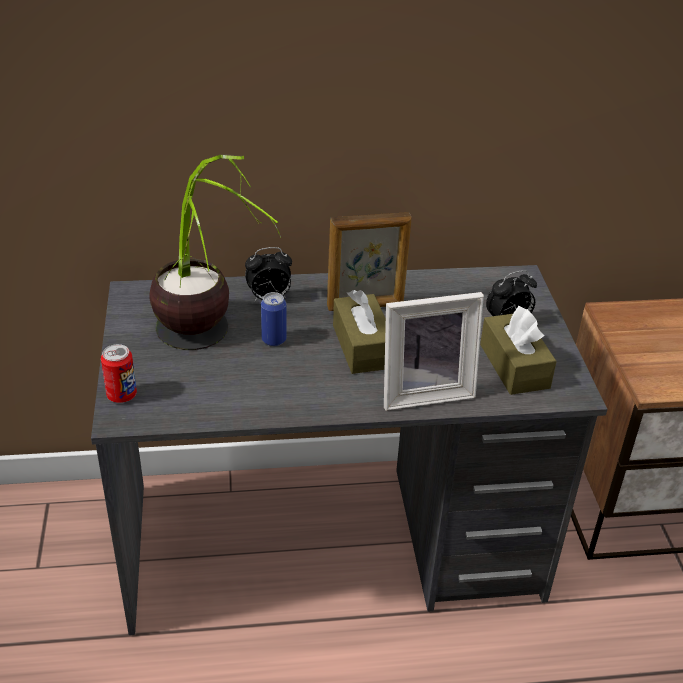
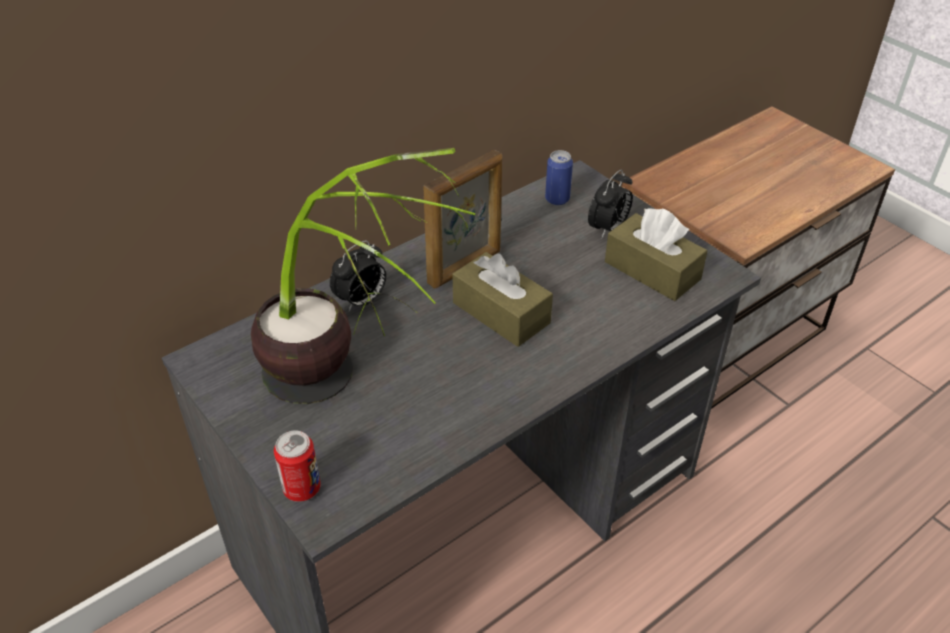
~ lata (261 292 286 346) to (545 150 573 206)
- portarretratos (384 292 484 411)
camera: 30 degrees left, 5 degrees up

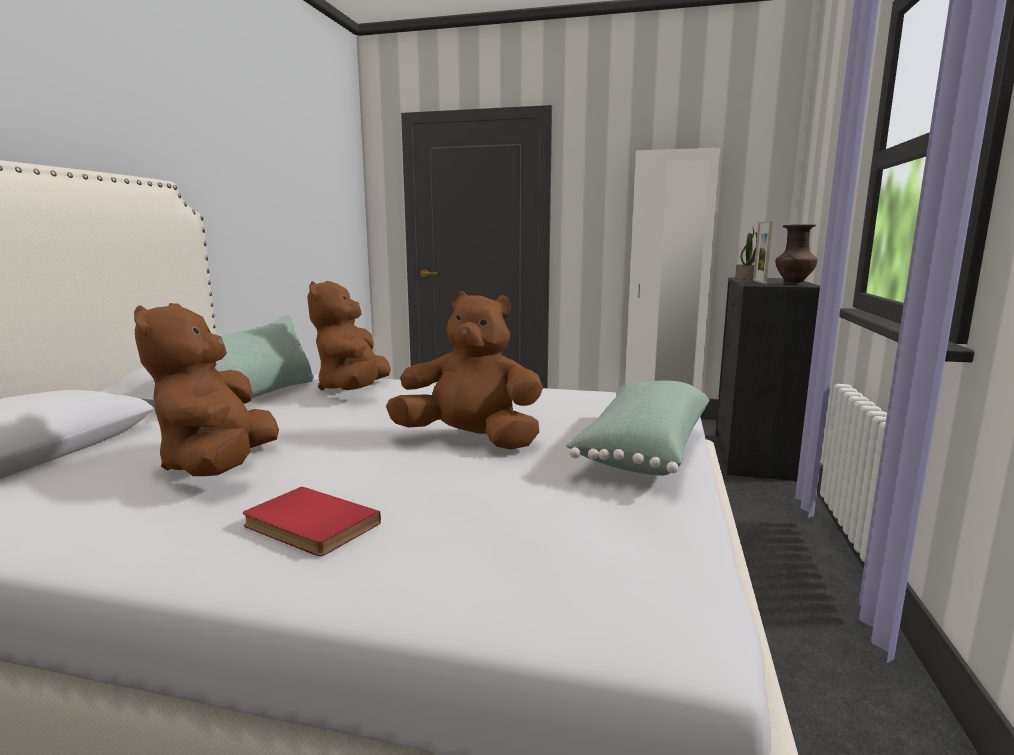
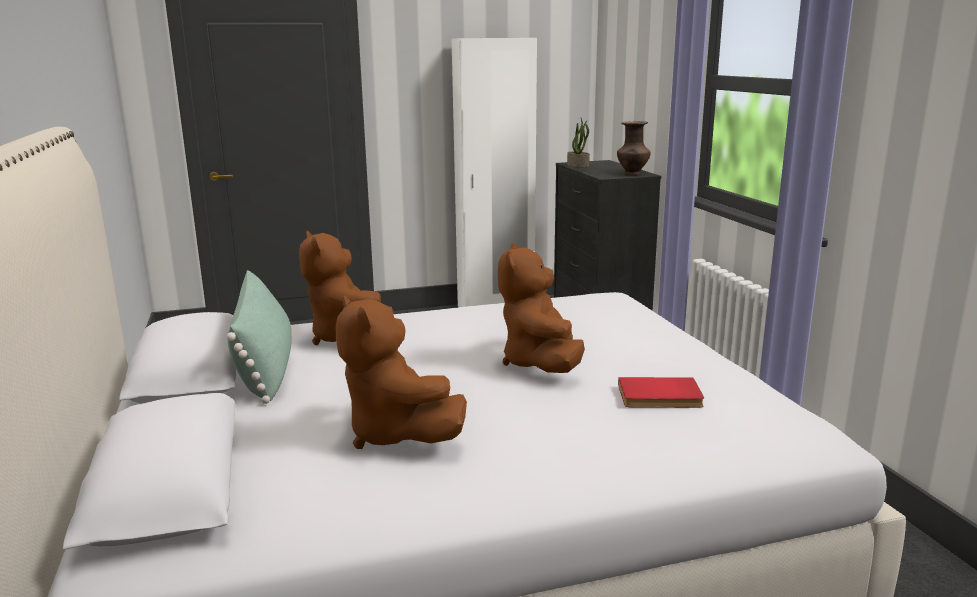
- portarretratos (753 221 773 284)
~ peluche (marrón) (386 291 543 450) = (498 243 585 373) 75 degrees counterclockwise
- cojín (verde) (566 380 709 476)
~ libro (rojo) (243 487 381 556) to (618 377 704 408)
camera: 30 degrees left, 5 degrees up

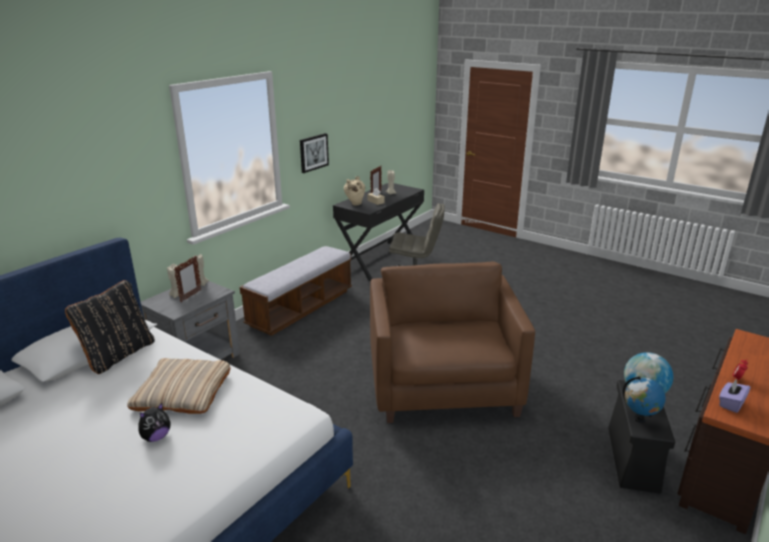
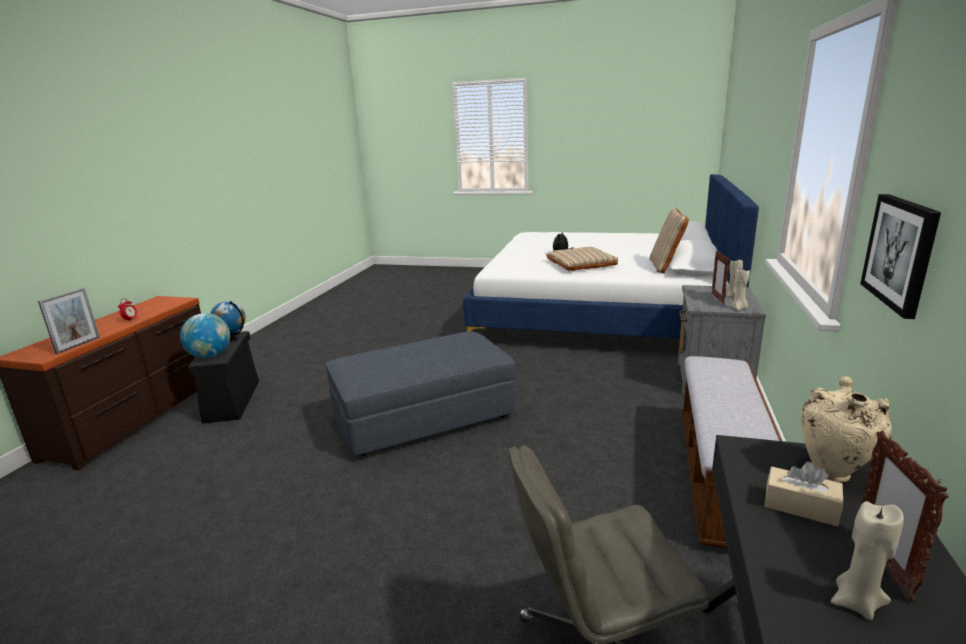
~ sillón (marrón) (370 262 535 423) to puf (gris) (326 332 516 456)
~ cojín (negro) (65 280 155 374) to cojín (beis) (650 208 689 274)
- caja de pañuelos (morado) (719 379 751 413)
+ portarretratos (38 288 100 354)
camera: 160 degrees right, 5 degrees down

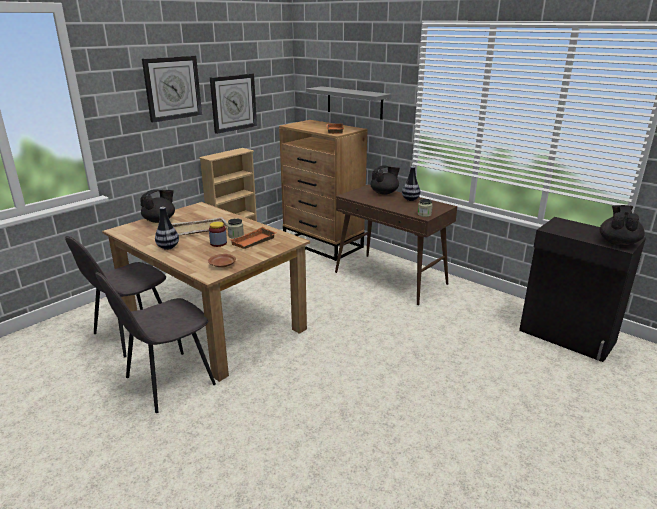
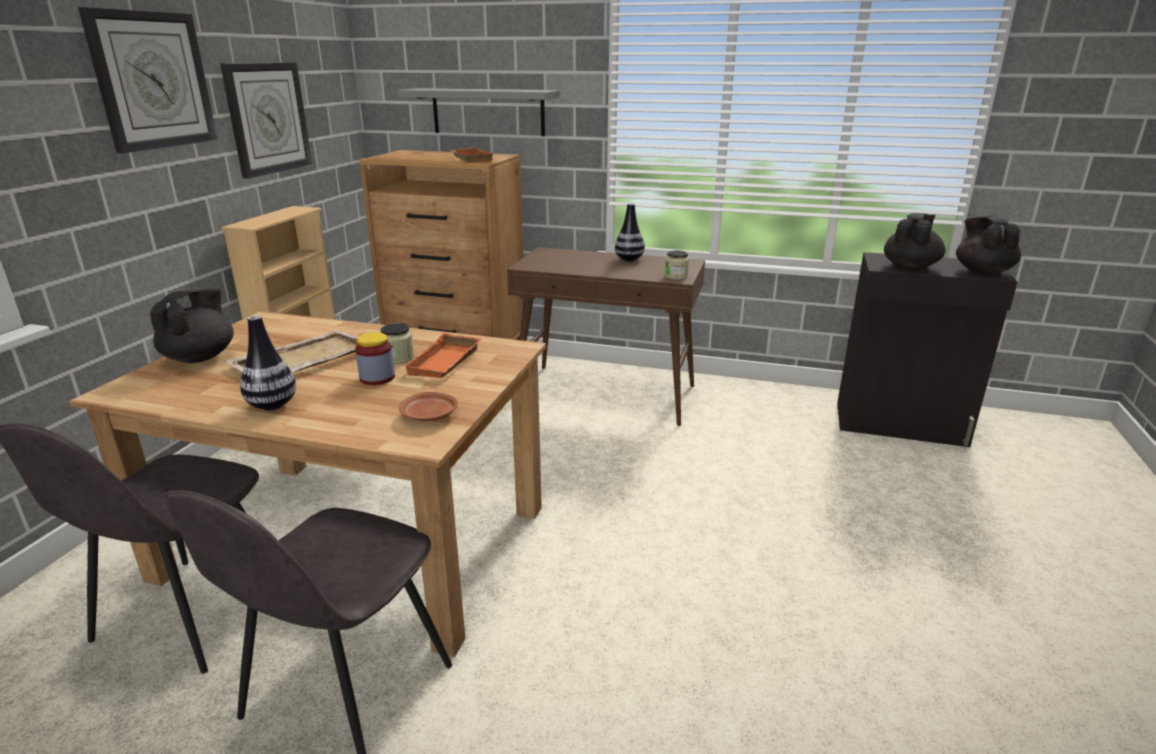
~ tetera (negro) (371 166 400 195) to (884 213 945 270)
camera: 25 degrees left, 0 degrees up

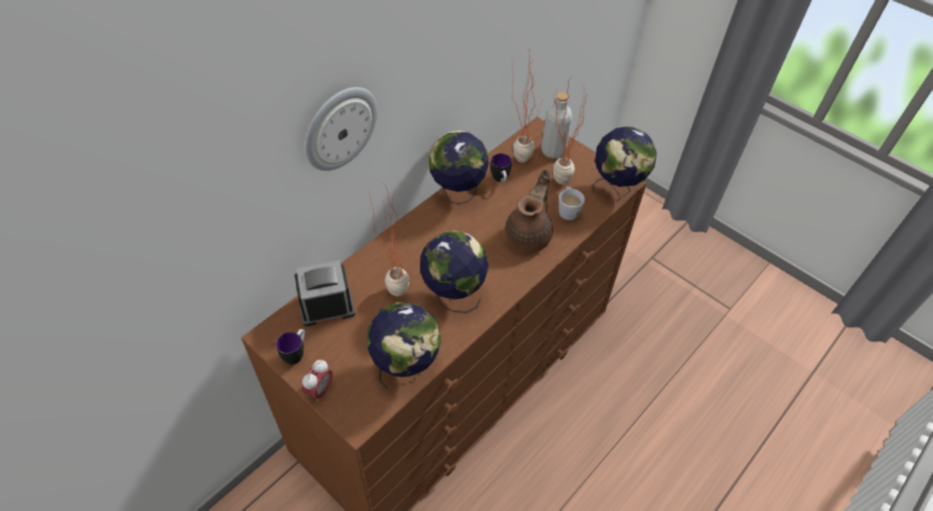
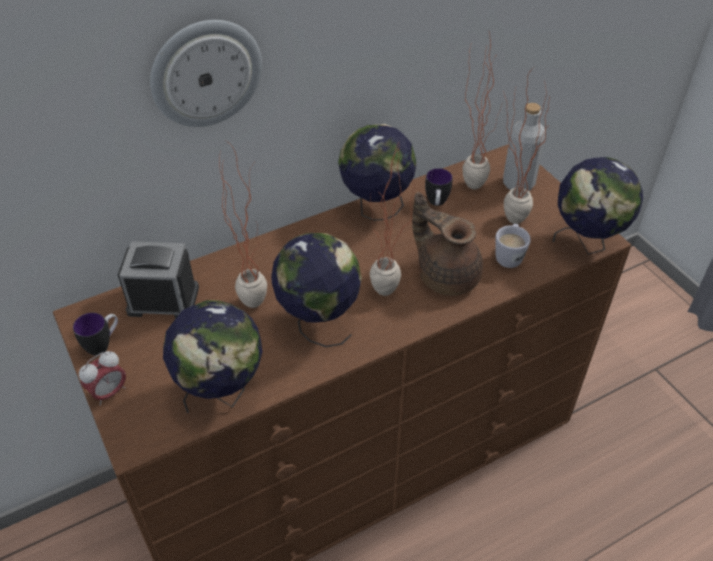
~ tetera (marrón) (505 169 553 252) = (412 192 483 295) 90 degrees counterclockwise
+ planta en maceta (370 142 414 296)
camera: 20 degrees right, 5 degrees down

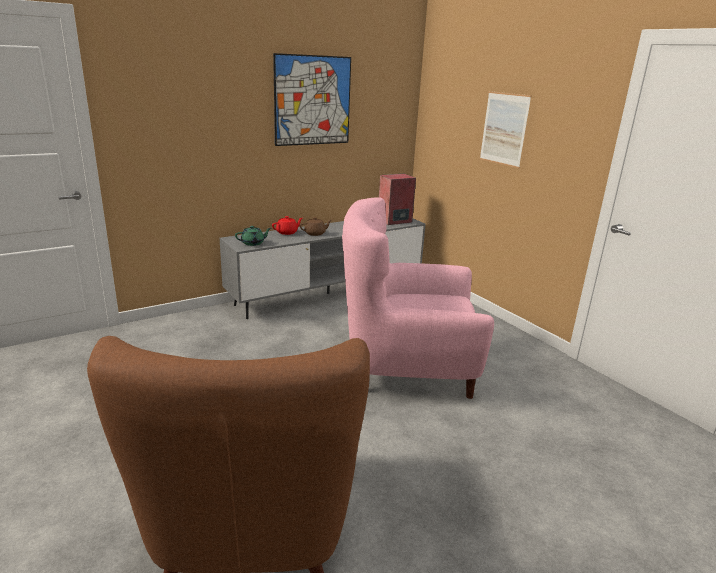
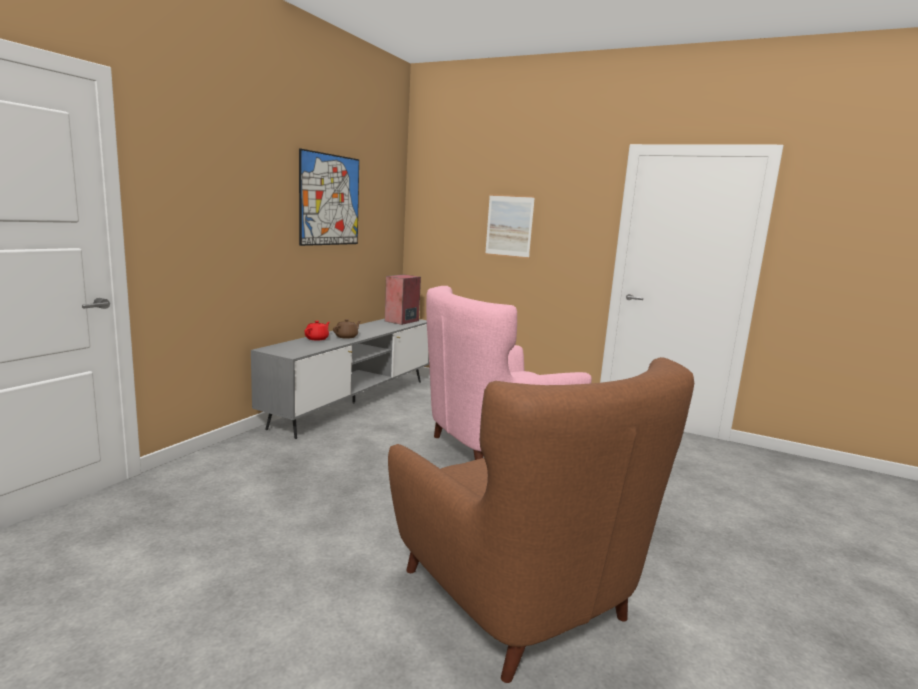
- tetera (verde) (235 226 271 246)
camera: 30 degrees left, 10 degrees down

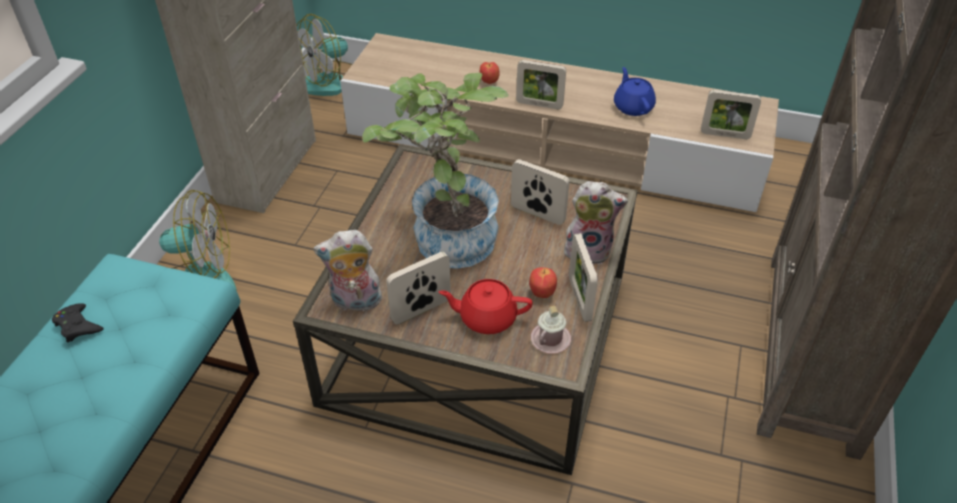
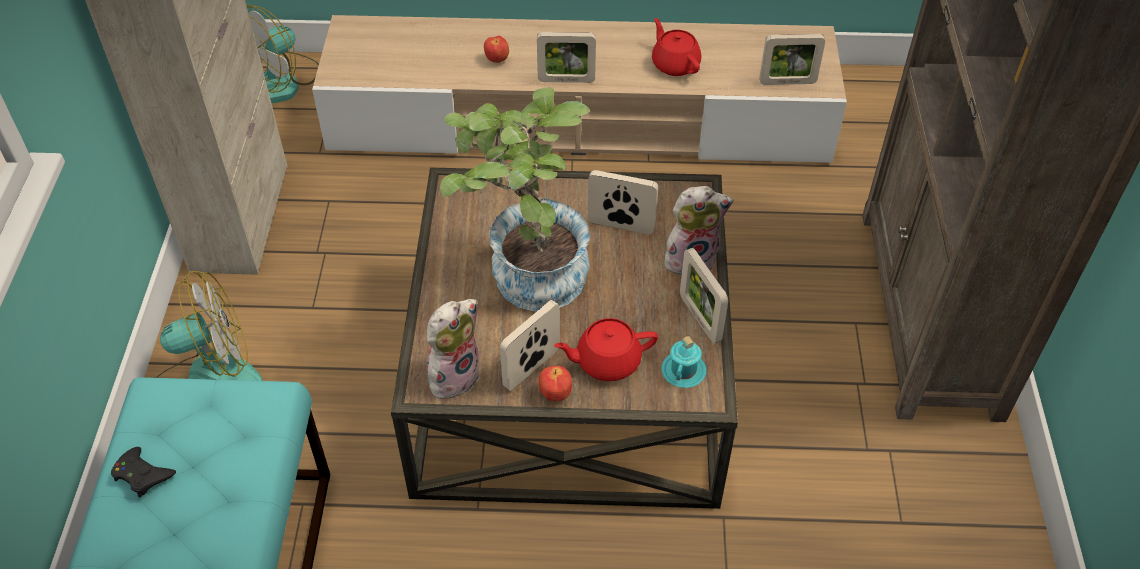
~ tetera (azul) (614 67 656 116) to tetera (rojo) (652 18 701 76)
~ peluche (313 230 382 311) = (427 299 480 400) 150 degrees clockwise
~ manzana (529 267 557 298) to (539 366 572 401)
~ taza grande (rosa) (531 306 571 354) to taza grande (turquesa) (661 336 706 388)
camera: 15 degrees left, 5 degrees up

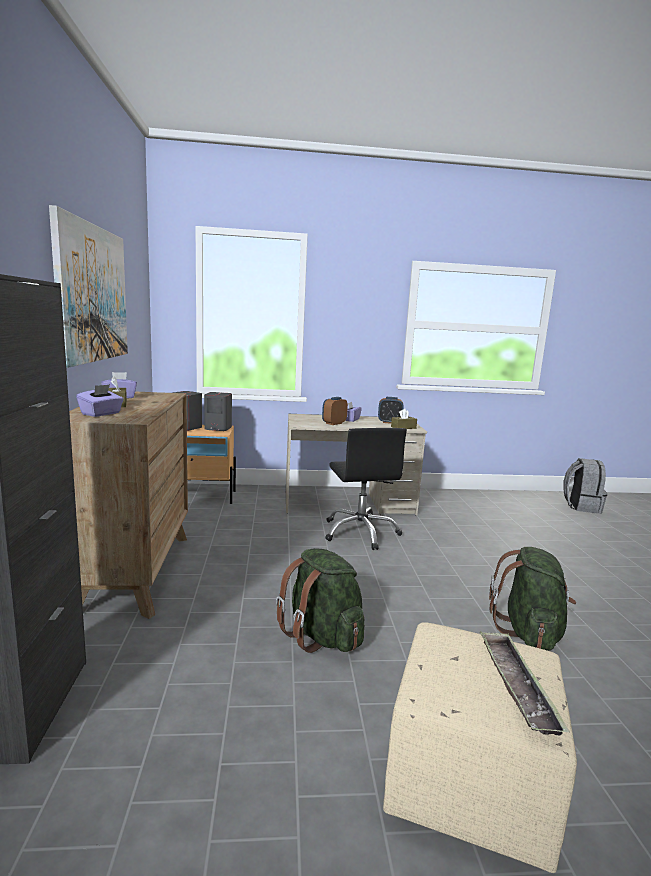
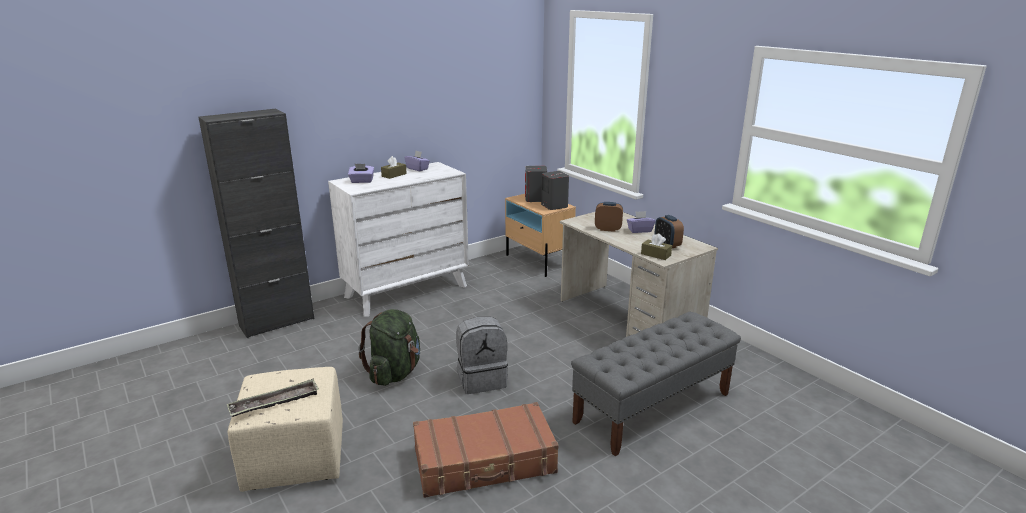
- cuadro (49 205 128 368)
~ cómoda (marrón) (69 392 188 619) to cómoda (blanco) (328 162 469 317)
- silla de oficina (negro) (325 428 407 550)
~ mochila (gris) (563 458 607 514) to (456 317 508 394)
~ mochila (verde) (489 547 576 651) to maleta (marrón) (413 402 559 498)
+ banco (gris) (571 312 741 456)
camera: 60 degrees right, 10 degrees up

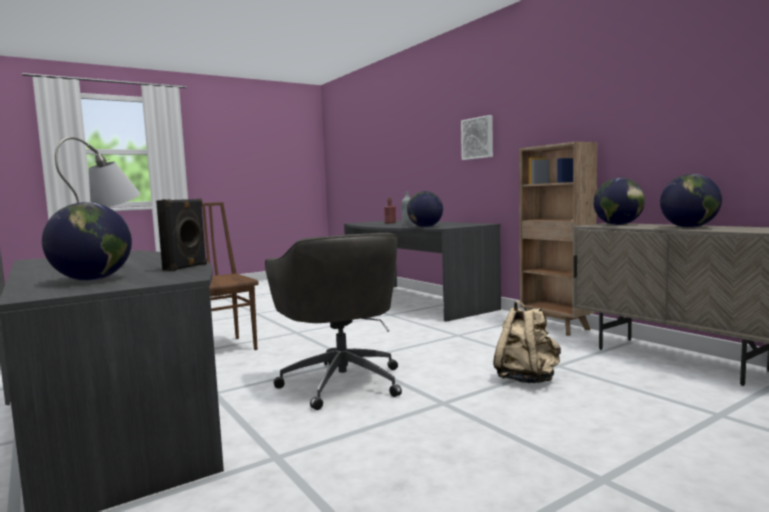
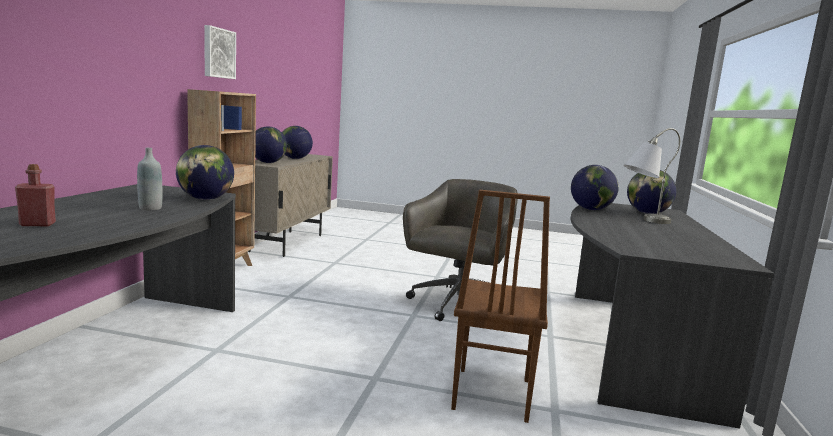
~ cuadro (461 115 493 160) to (204 25 236 79)
~ altavoz (negro) (156 198 207 271) to globo terráqueo (571 165 619 210)
- mochila (beis) (493 301 561 383)
camera: 135 degrees left, 5 degrees up

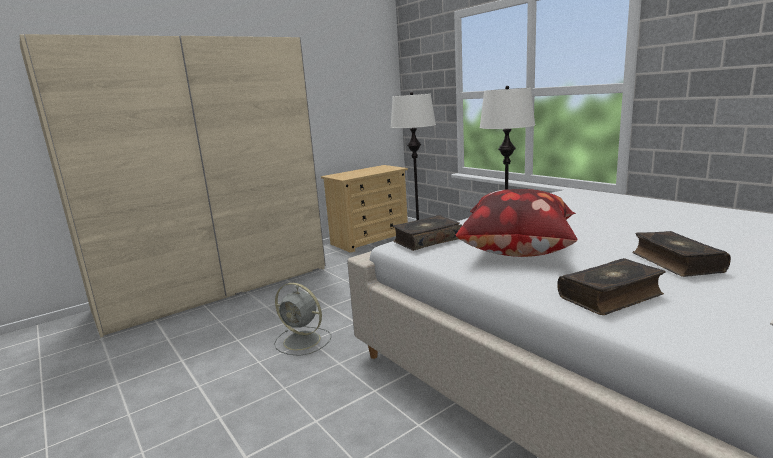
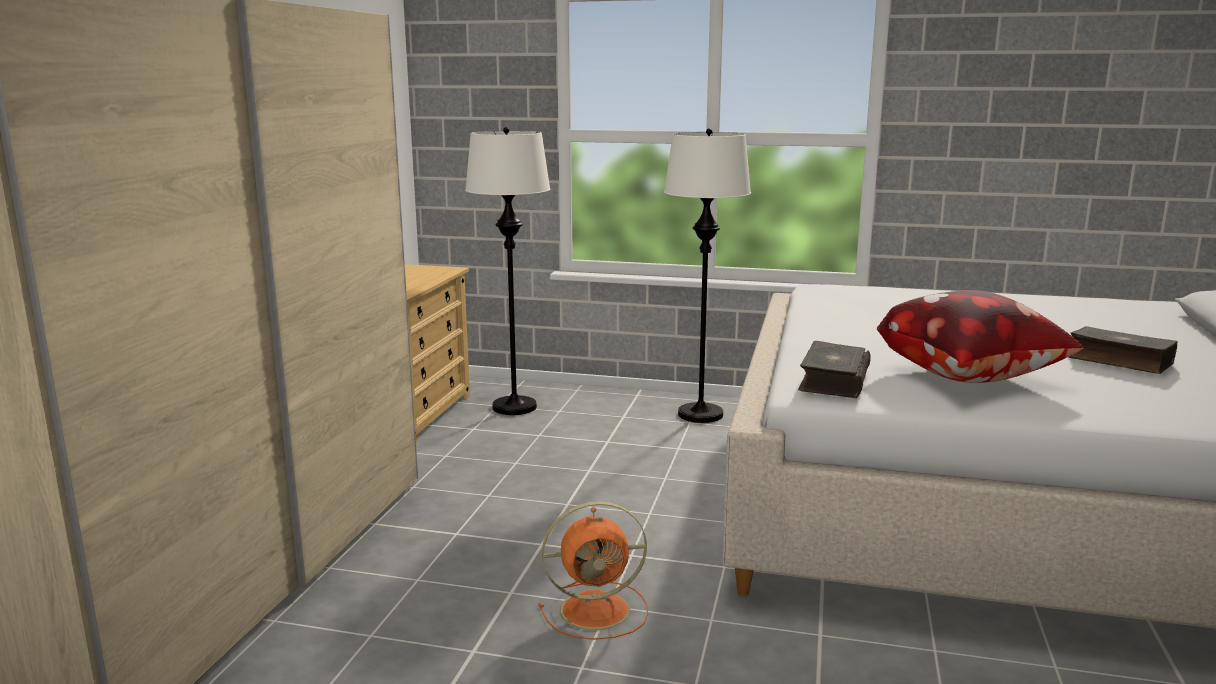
- libro (557 258 666 315)
~ ventilador (gris) (274 283 331 356) to ventilador (naranja) (539 501 648 640)
camera: 40 degrees left, 0 degrees up

